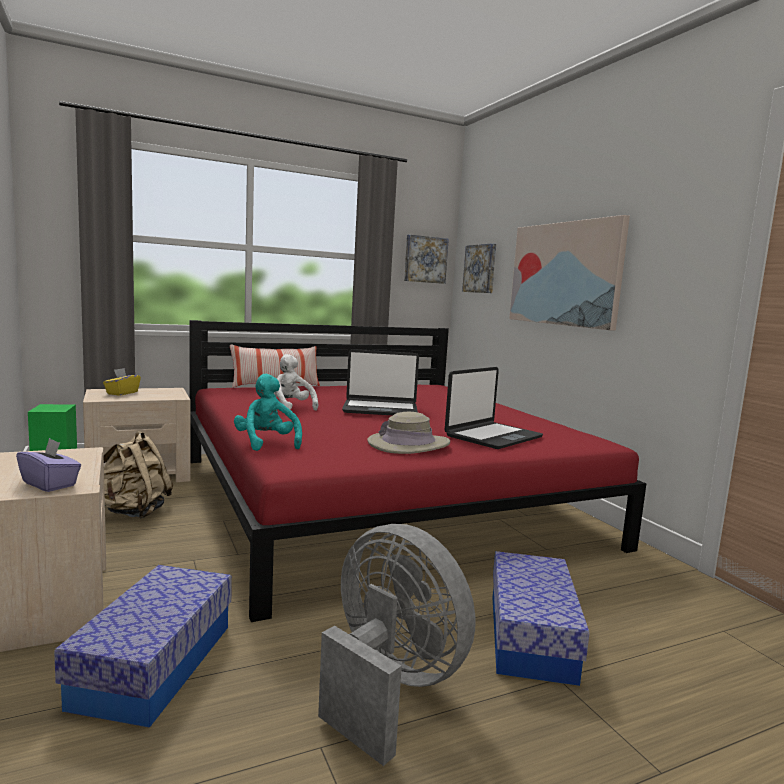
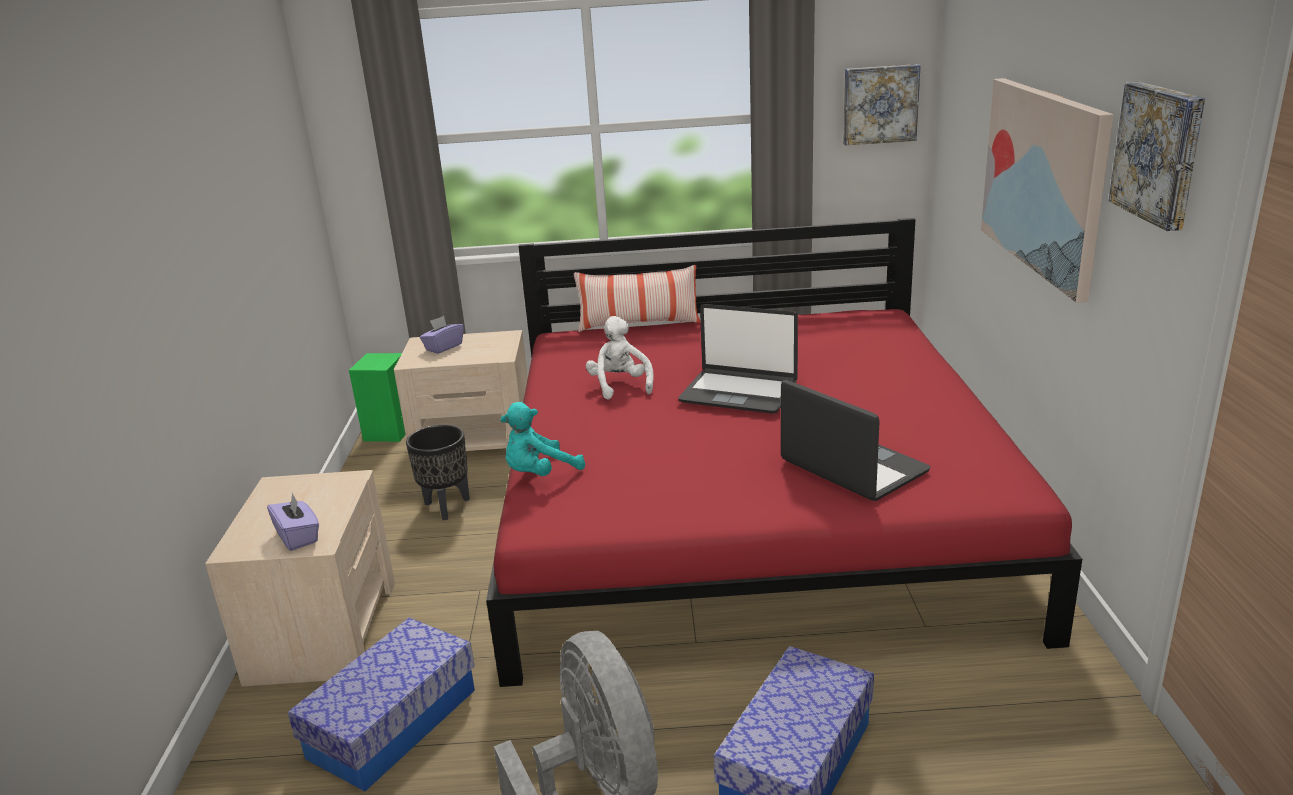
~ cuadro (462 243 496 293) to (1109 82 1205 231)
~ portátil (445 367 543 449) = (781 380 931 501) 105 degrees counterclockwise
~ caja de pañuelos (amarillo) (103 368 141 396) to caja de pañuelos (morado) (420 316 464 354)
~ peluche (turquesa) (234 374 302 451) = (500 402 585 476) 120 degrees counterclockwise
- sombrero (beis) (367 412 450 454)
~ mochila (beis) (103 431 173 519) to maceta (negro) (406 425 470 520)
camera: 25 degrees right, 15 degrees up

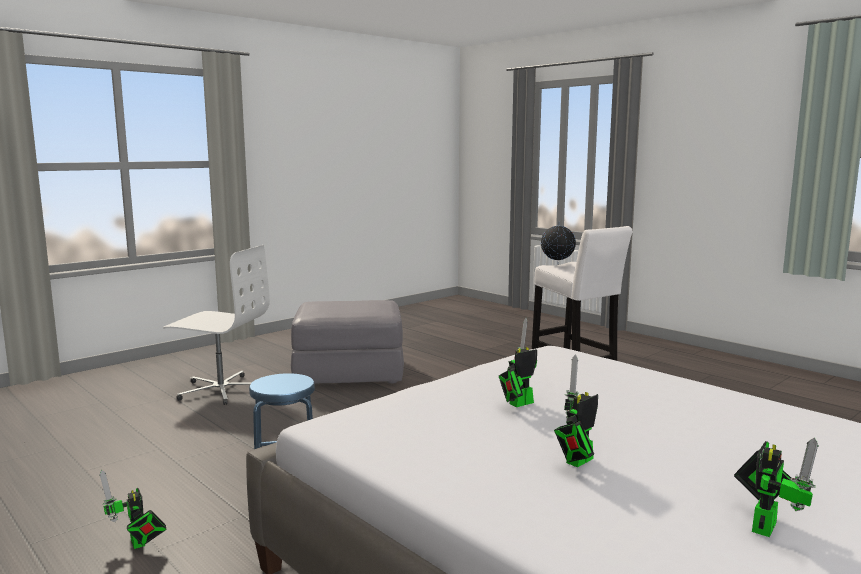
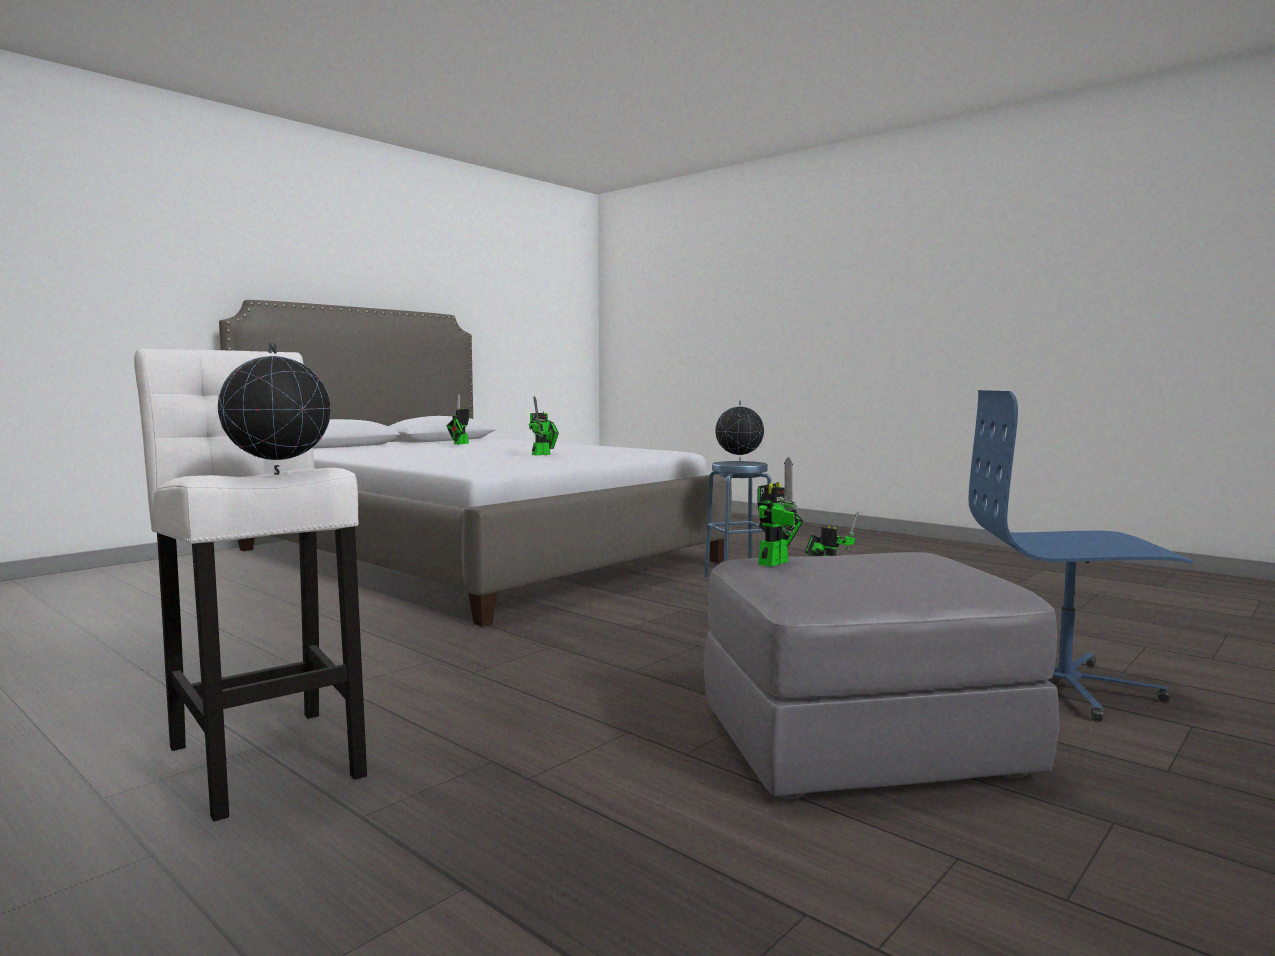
~ silla de oficina (blanco) (163 245 270 405) to silla de oficina (azul) (968 390 1193 721)
~ robot de juguete (554 354 598 467) to (757 456 803 567)
+ globo terráqueo (715 401 764 462)
camera: 175 degrees right, 5 degrees down

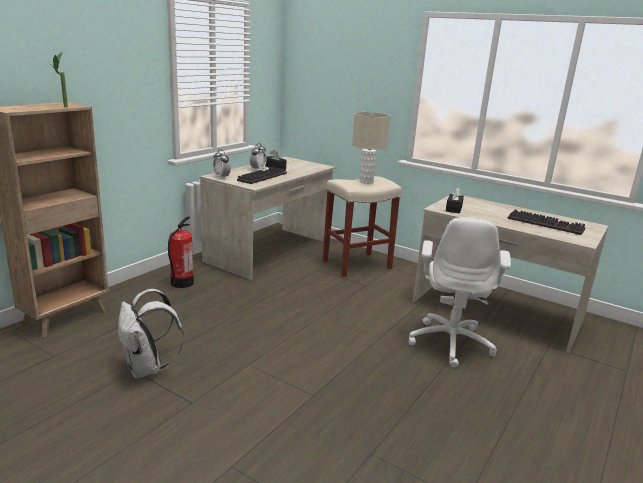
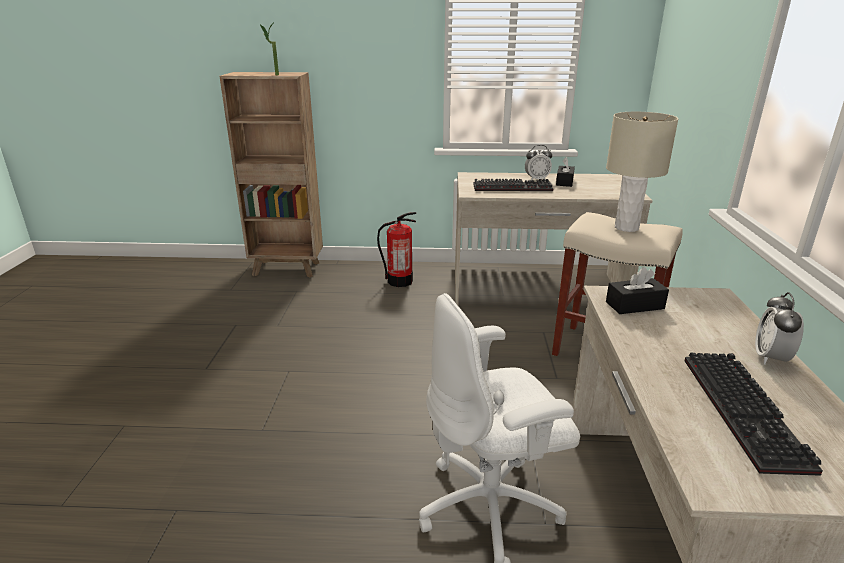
~ despertador (213 150 231 179) to (755 292 804 365)
- mochila (blanco) (118 289 184 378)
camera: 60 degrees right, 5 degrees up

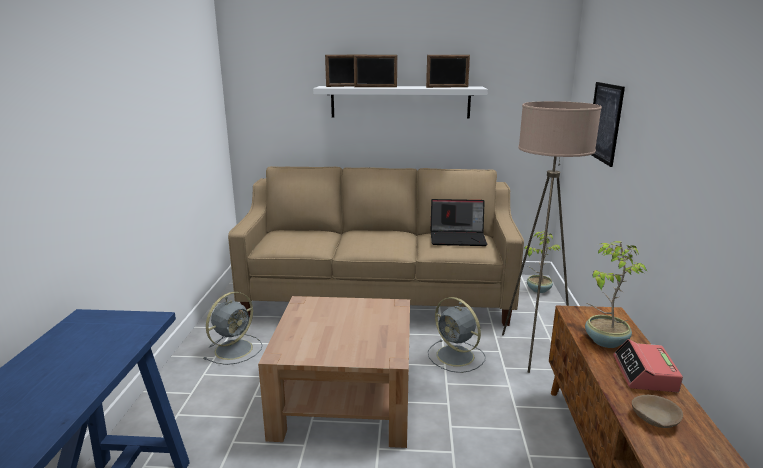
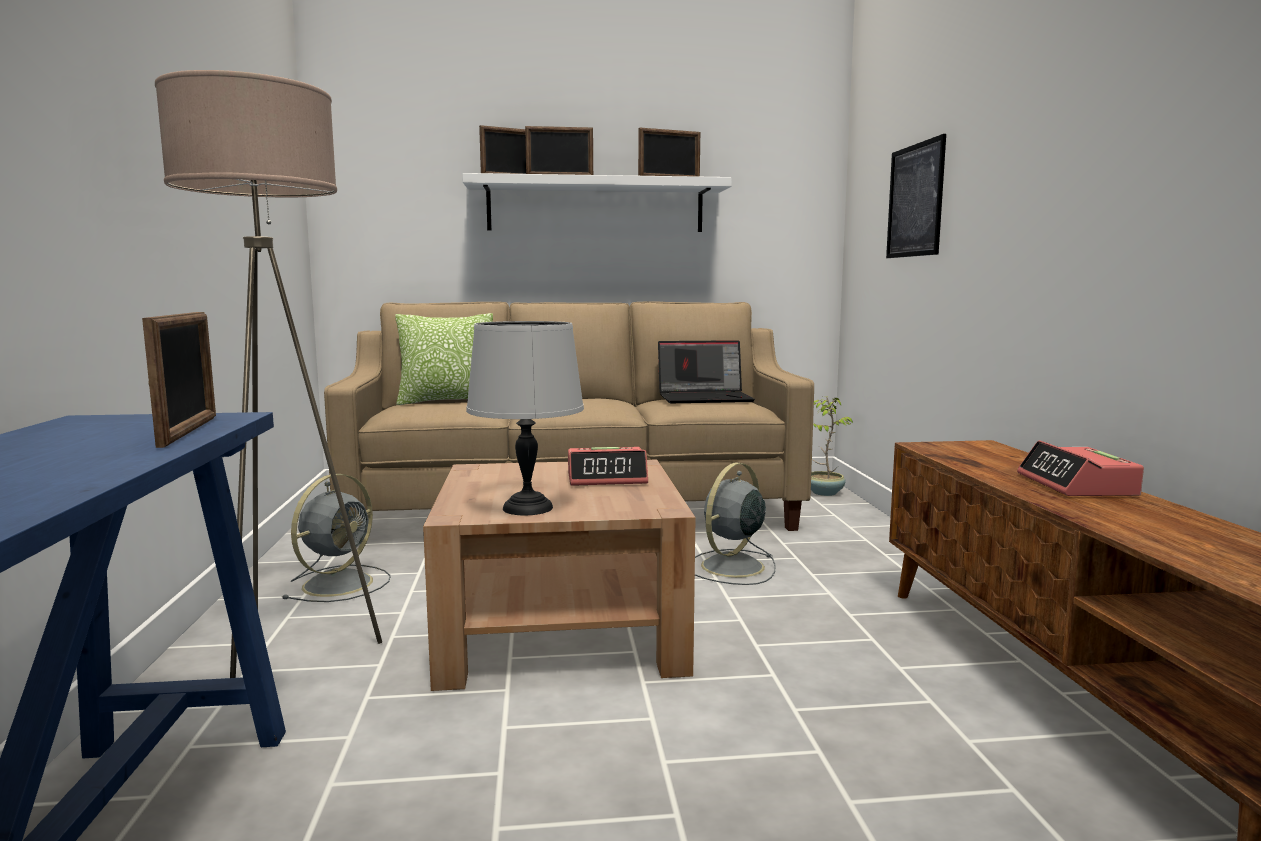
~ lámpara de pie (beis) (502 101 602 373) to (155 70 382 678)
- planta en maceta (585 241 648 348)
~ ventilador (gris) (428 297 486 373) = (695 462 776 585) 90 degrees clockwise
- cuenco (beis) (632 395 683 428)
+ portarretratos (142 312 216 448)
+ cojín (395 313 493 405)
+ lámpara de mesa (gris) (466 321 584 515)
+ despertador (568 447 648 486)
camera: 10 degrees left, 10 degrees down

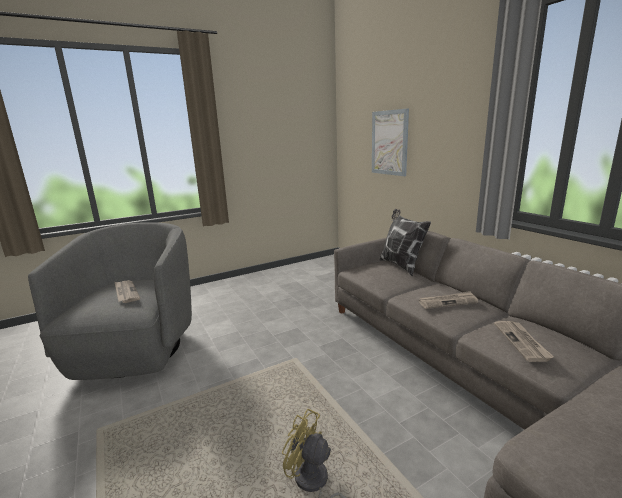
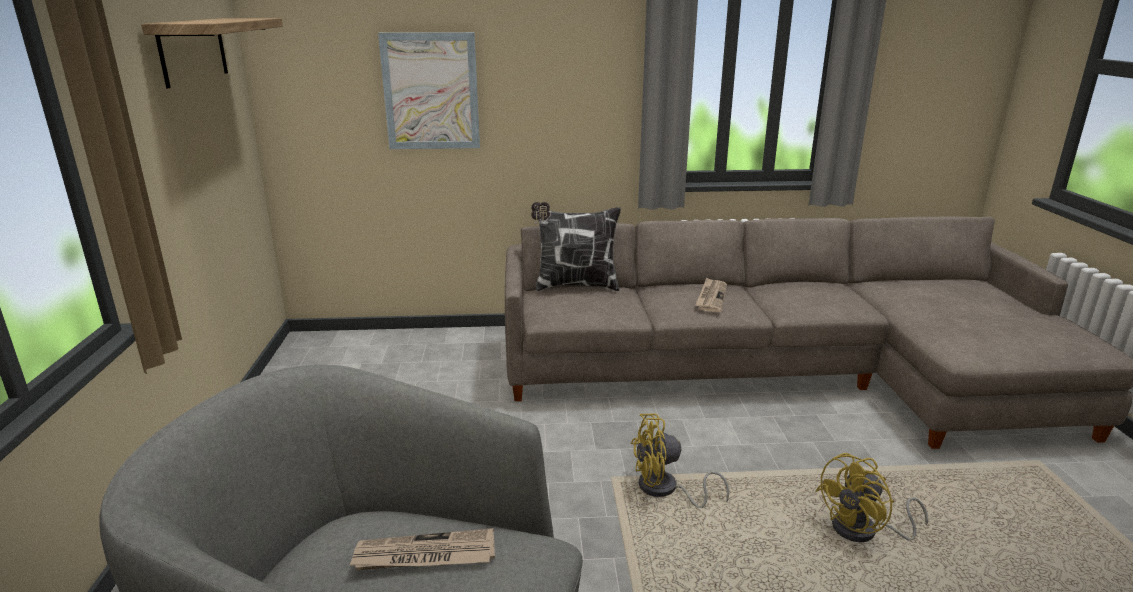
- periódico (494 321 554 362)
+ estante (141 18 283 88)
+ ventilador (amarillo) (631 414 729 508)
camera: 65 degrees left, 5 degrees up

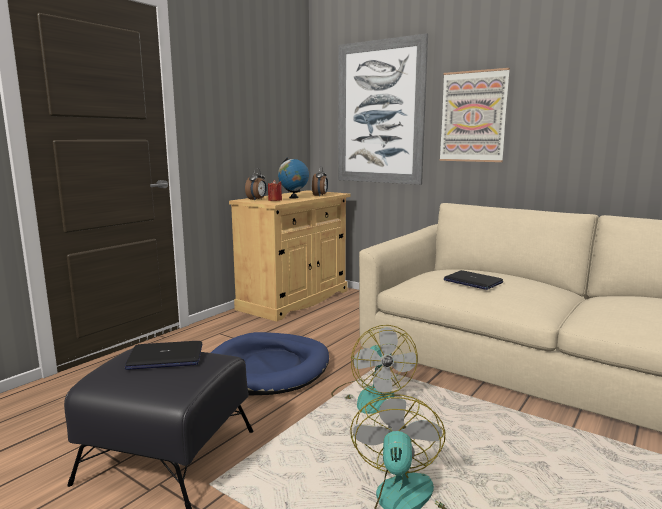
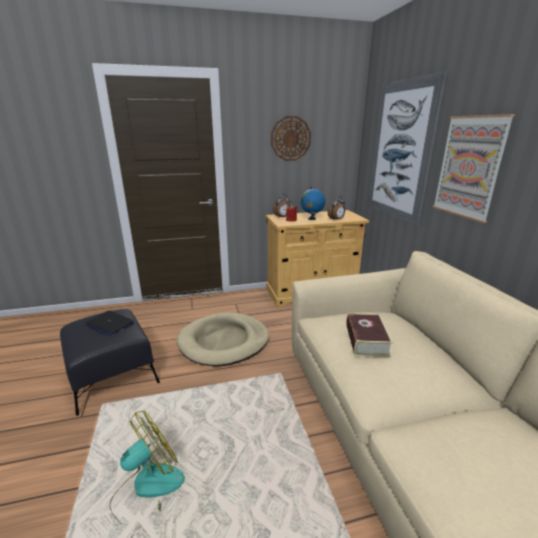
~ portátil (444 270 503 290) to libro (346 314 393 357)
- ventilador (331 325 418 414)
~ cama para perro (azul) (211 332 329 396) to cama para perro (beis) (177 313 269 366)
+ reloj de pared (271 116 311 161)
camera: 40 degrees right, 10 degrees up

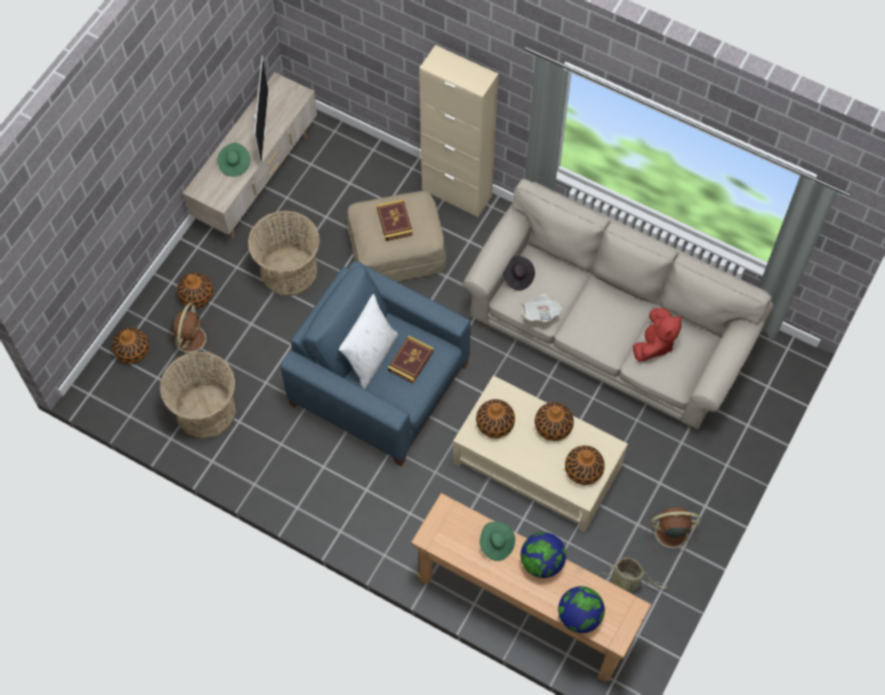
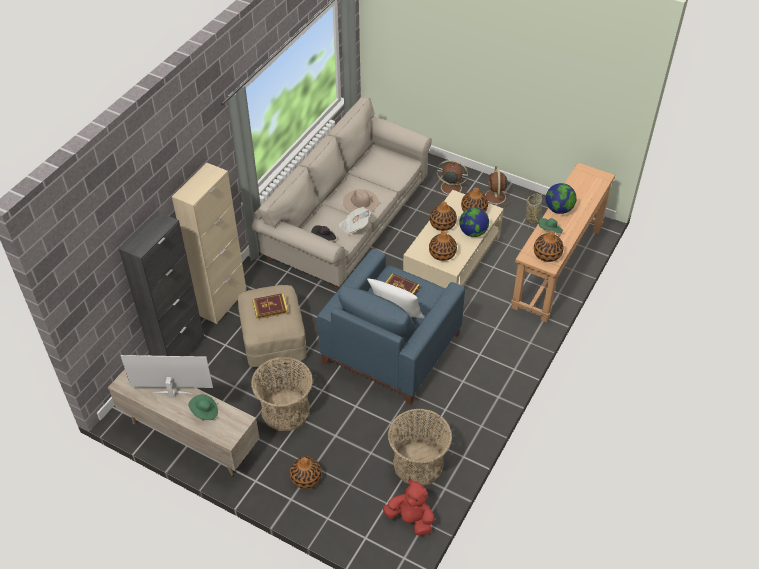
~ ventilador (marrón) (169 303 213 359) to (435 160 468 198)
~ peluche (rojo) (633 308 682 362) to (382 479 435 536)
~ florero (112 327 149 364) to (534 231 564 262)
~ globo terráqueo (558 586 605 633) to (459 207 489 237)
+ sombrero (beis) (343 189 379 212)
+ armario (negro) (119 211 205 356)
camera: 90 degrees left, 15 degrees down

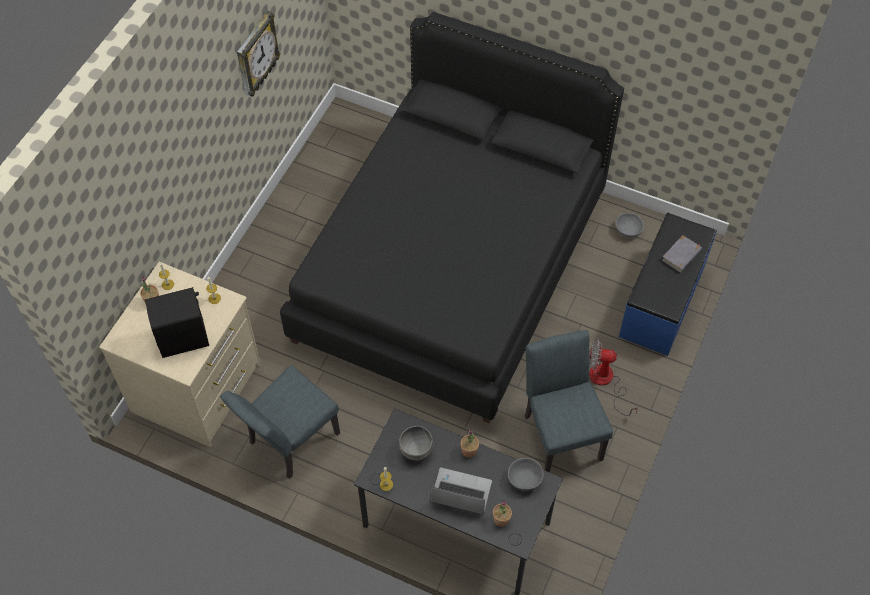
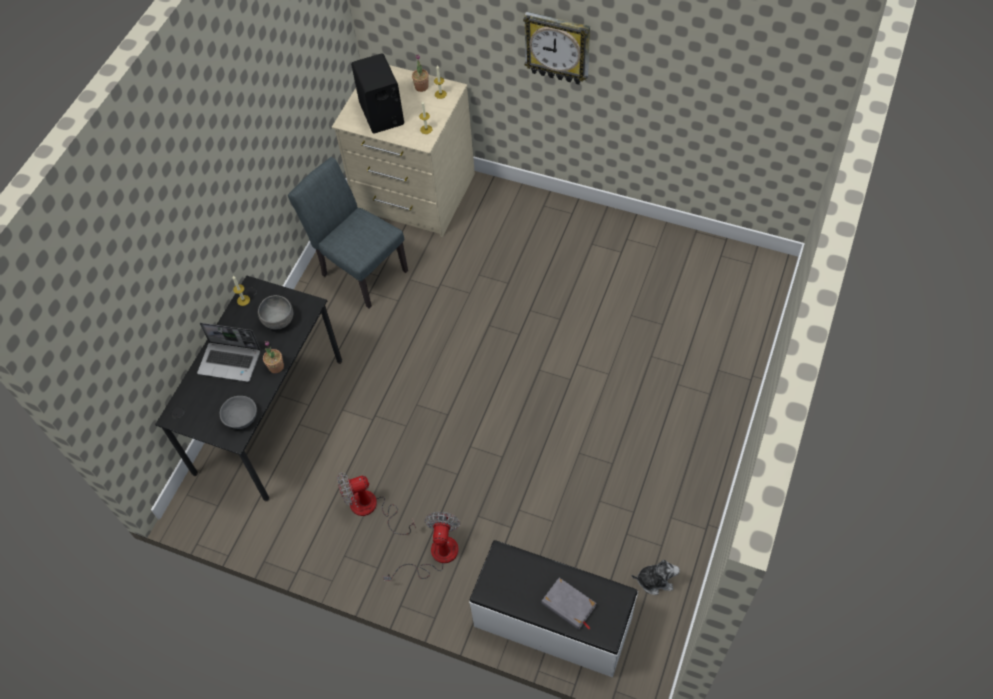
~ reloj de pared (237 10 281 97) to (523 12 590 85)
- cama (negro) (280 12 624 423)
~ cuenco (gris) (615 213 644 238) to peluche (631 560 680 595)
~ banco (azul) (619 213 717 356) to banco (blanco) (469 540 638 678)
~ silla (gris) (525 330 613 473) to ventilador (337 472 416 535)
~ portátil (430 468 492 514) = (197 323 261 382) 90 degrees clockwise
- planta en maceta (493 500 512 527)
camera: 90 degrees right, 0 degrees up

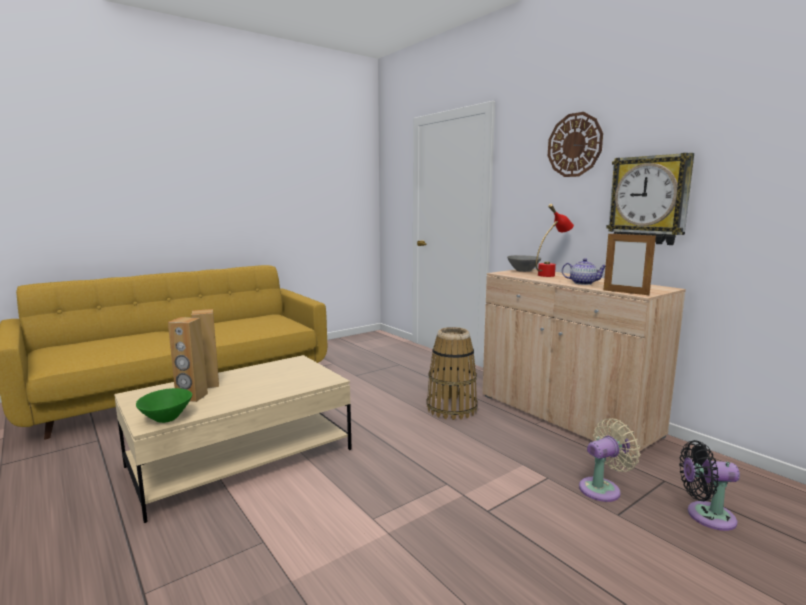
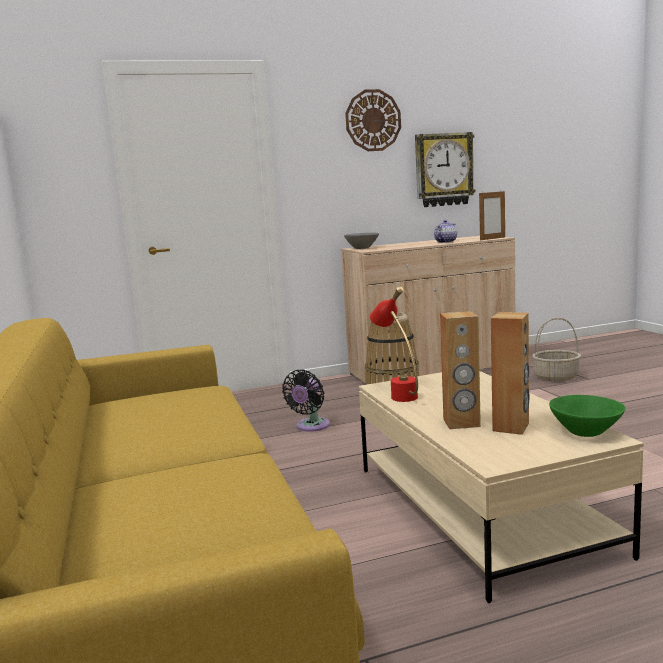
~ lámpara de mesa (rojo) (536 204 574 277) to (370 286 418 402)
~ ventilador (beis) (579 418 640 502) to cesta (532 317 581 382)
~ ventilador (negro) (679 440 740 531) to (282 369 330 432)
camera: 70 degrees left, 0 degrees up

